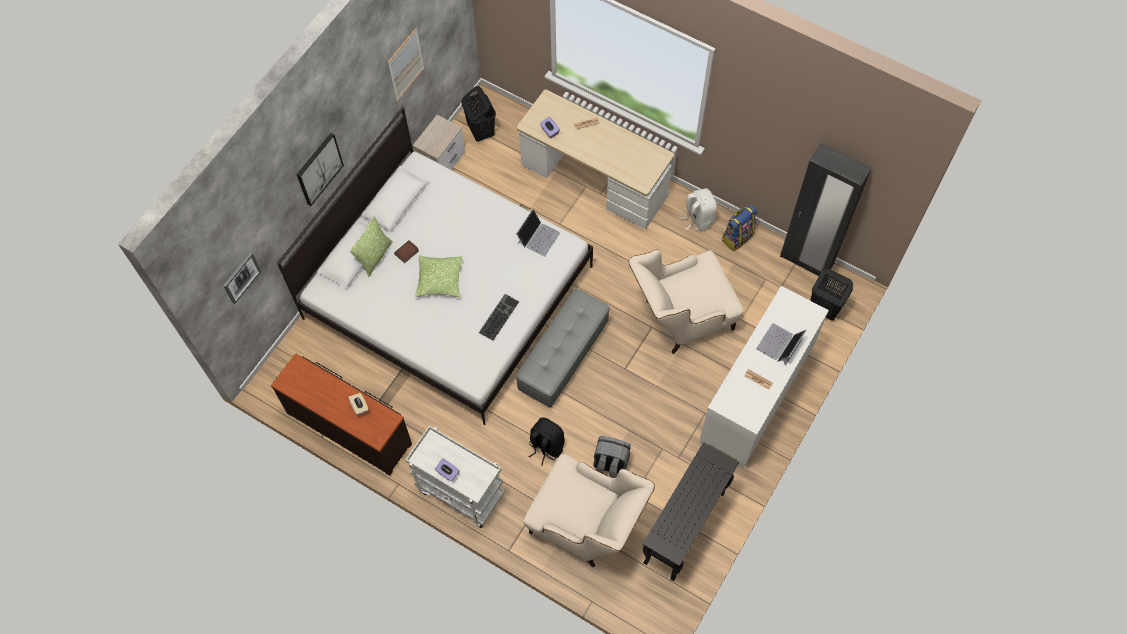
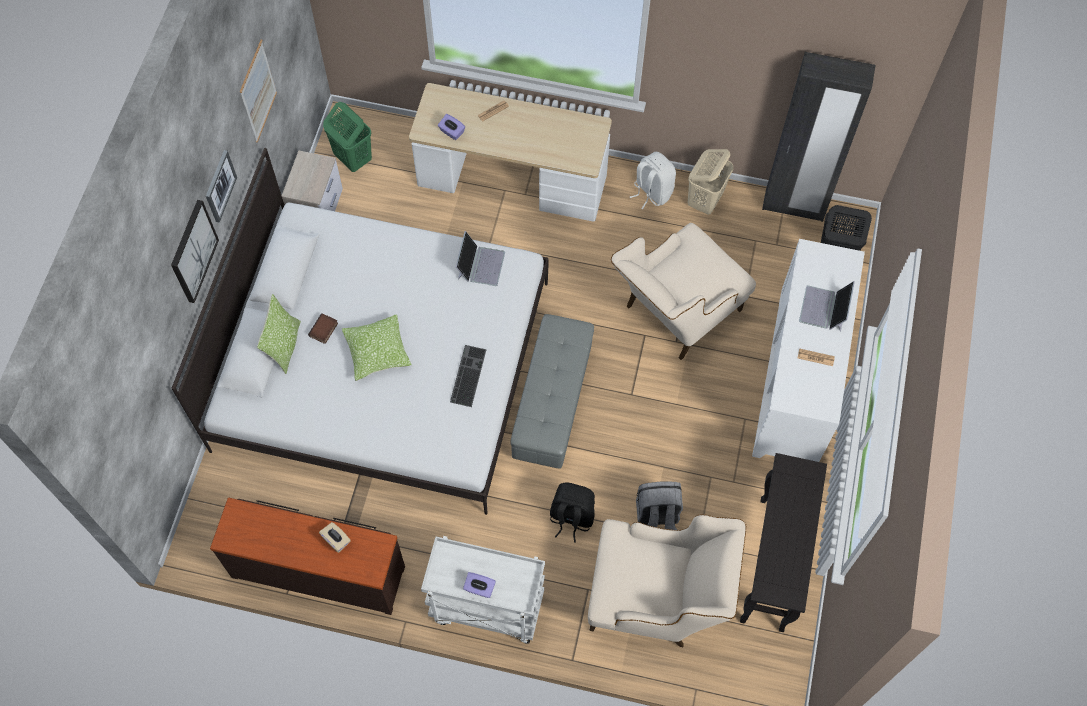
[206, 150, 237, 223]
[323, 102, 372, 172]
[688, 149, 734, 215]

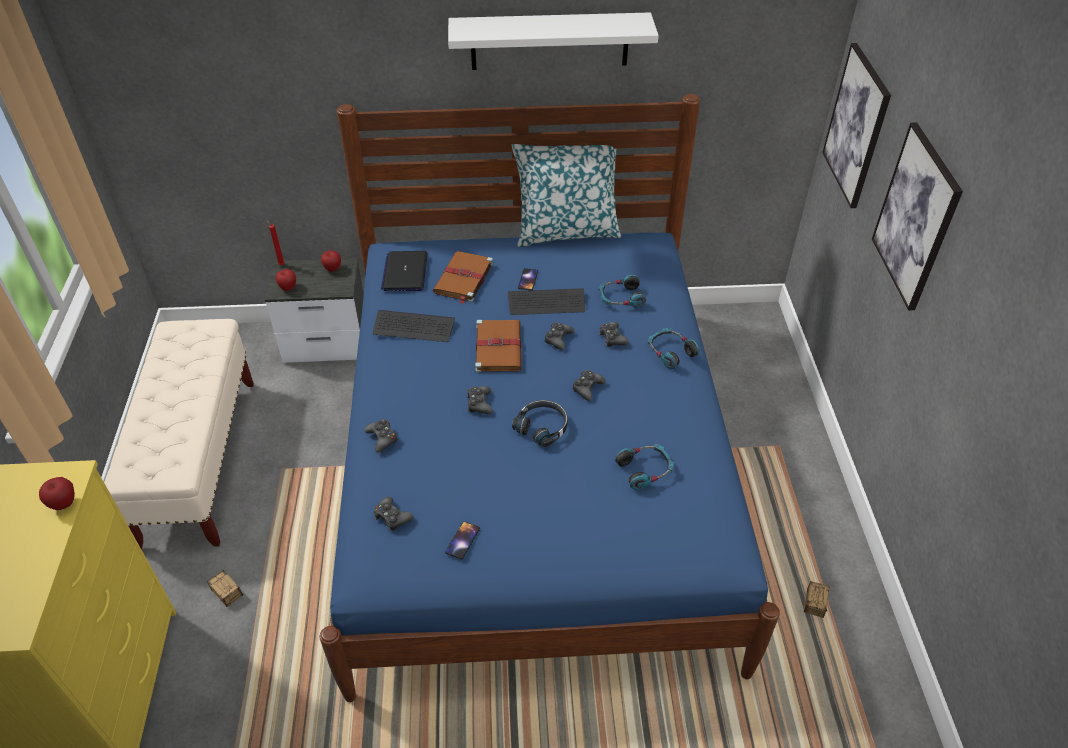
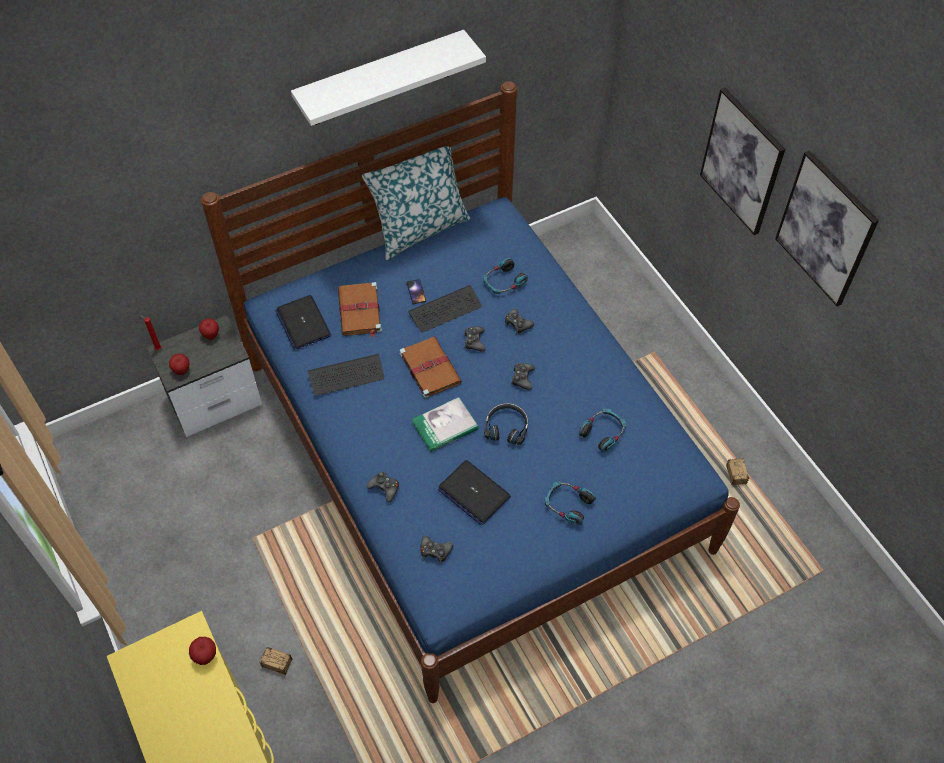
[104, 319, 254, 550] (first image)
[445, 521, 480, 560] (first image)
[412, 397, 479, 452]
[545, 481, 596, 525]
[775, 151, 879, 306]
[438, 460, 511, 525]

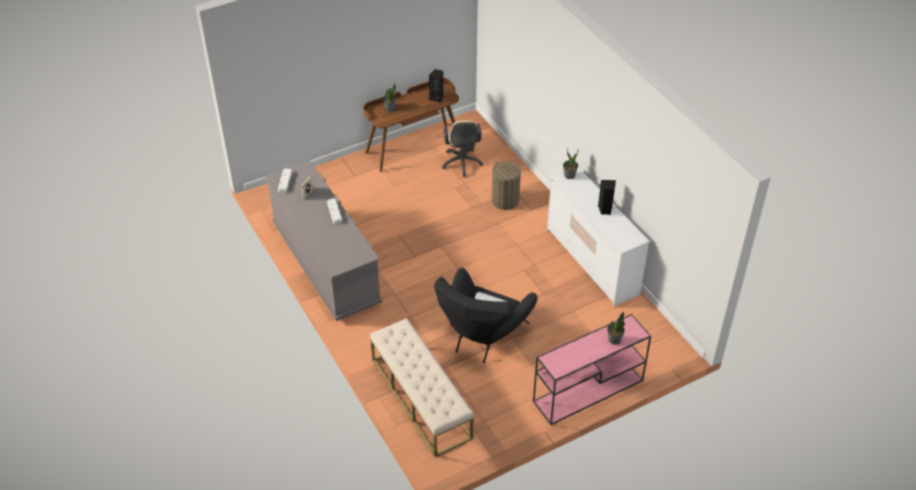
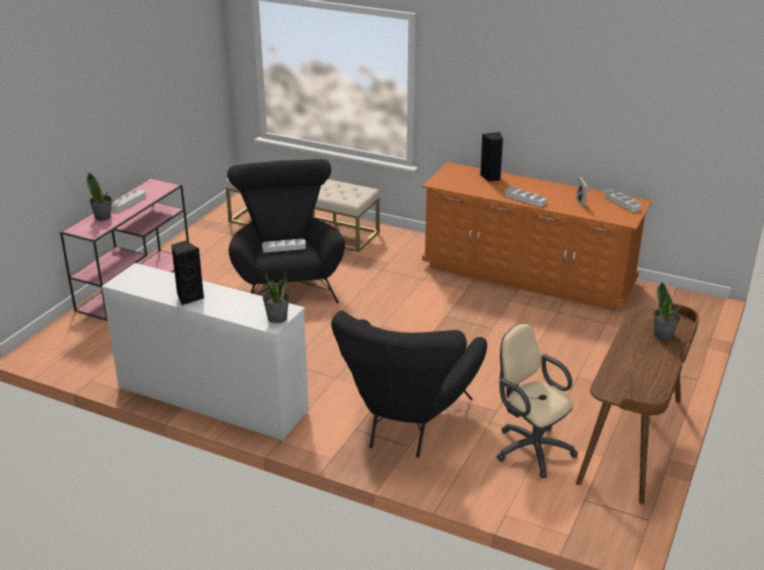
[422, 162, 652, 310]
[480, 132, 503, 182]
[331, 310, 487, 457]
[111, 189, 146, 212]

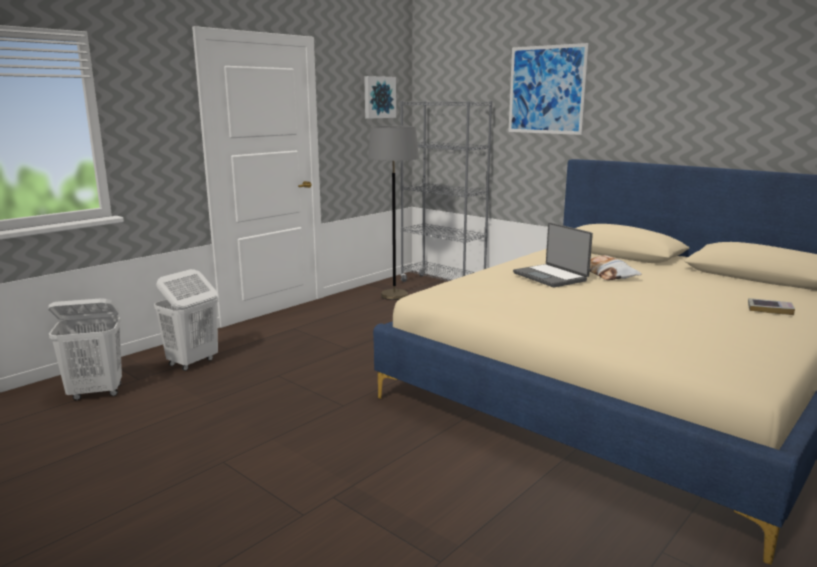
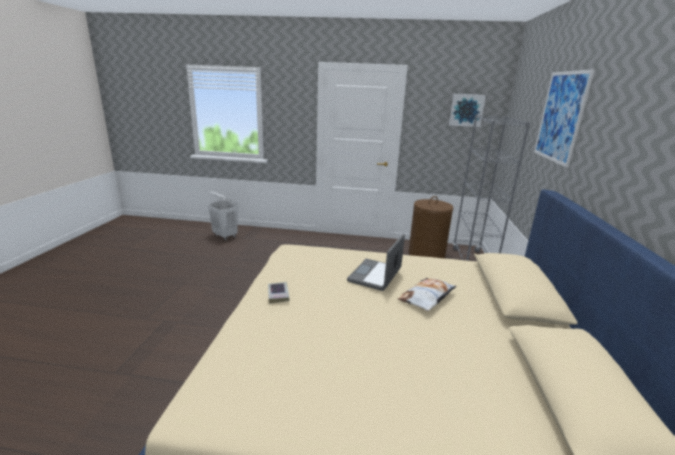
[154, 269, 218, 371] (first image)
[408, 196, 453, 258]
[268, 282, 290, 304]

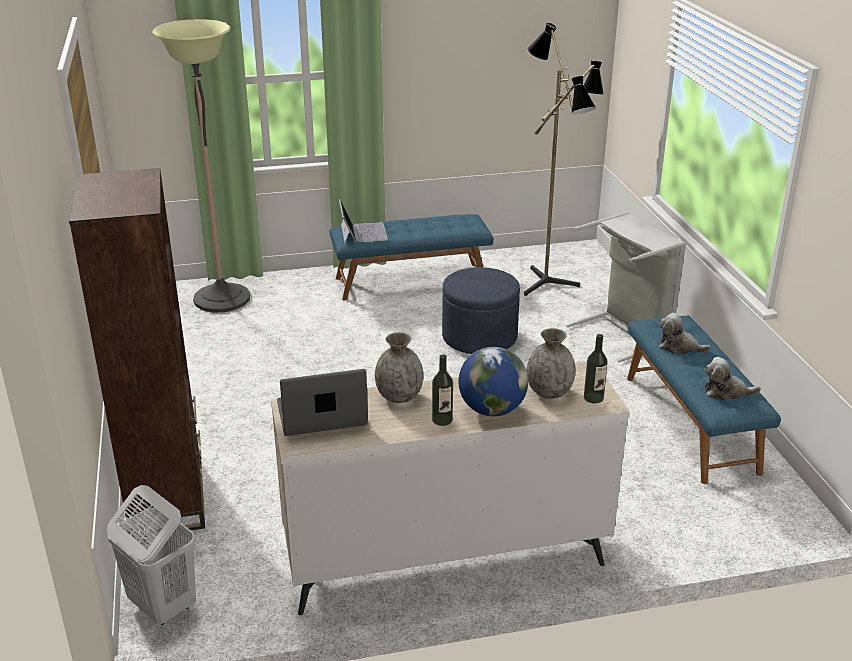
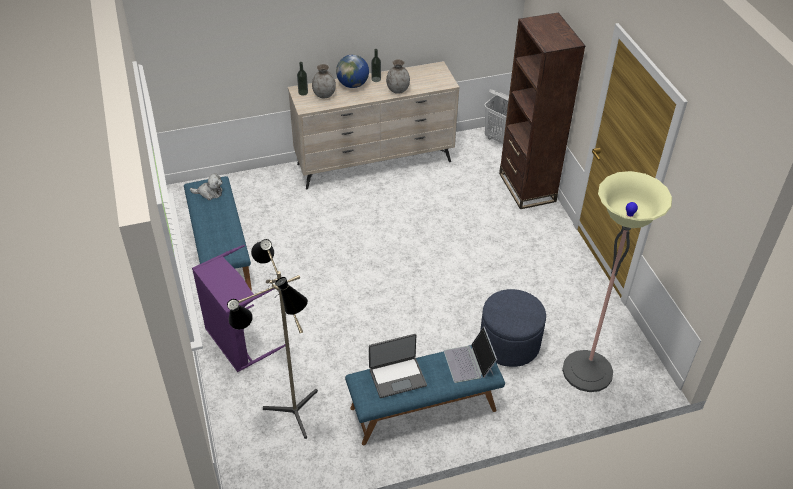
[369, 334, 427, 398]
[480, 289, 546, 367]
[192, 245, 285, 372]
[659, 313, 711, 354] (first image)

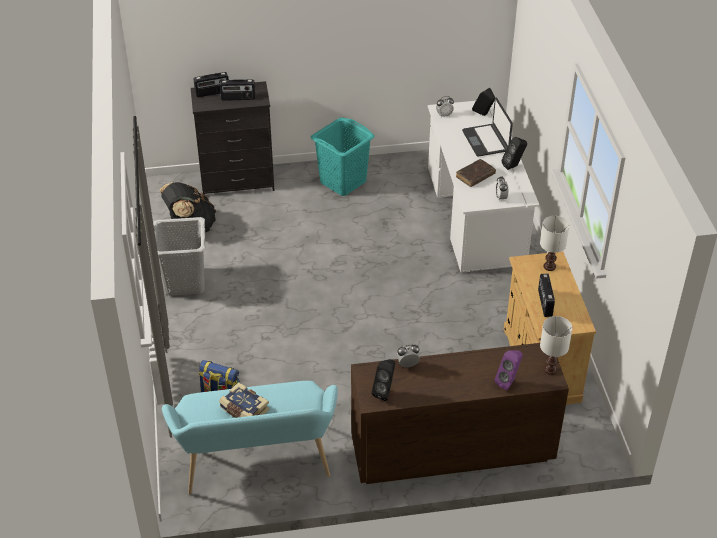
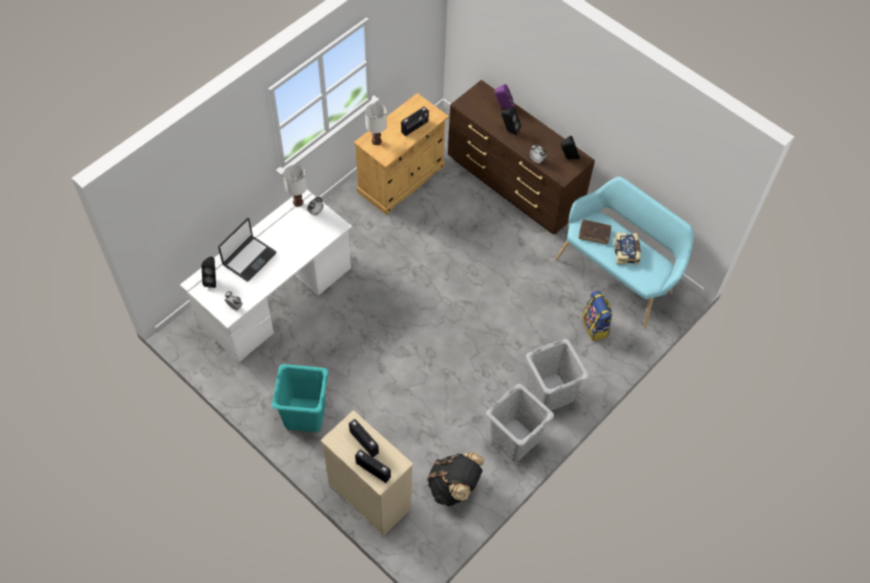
[320, 410, 413, 536]
[578, 219, 612, 244]
[501, 108, 521, 135]
[283, 165, 307, 207]
[526, 339, 589, 411]

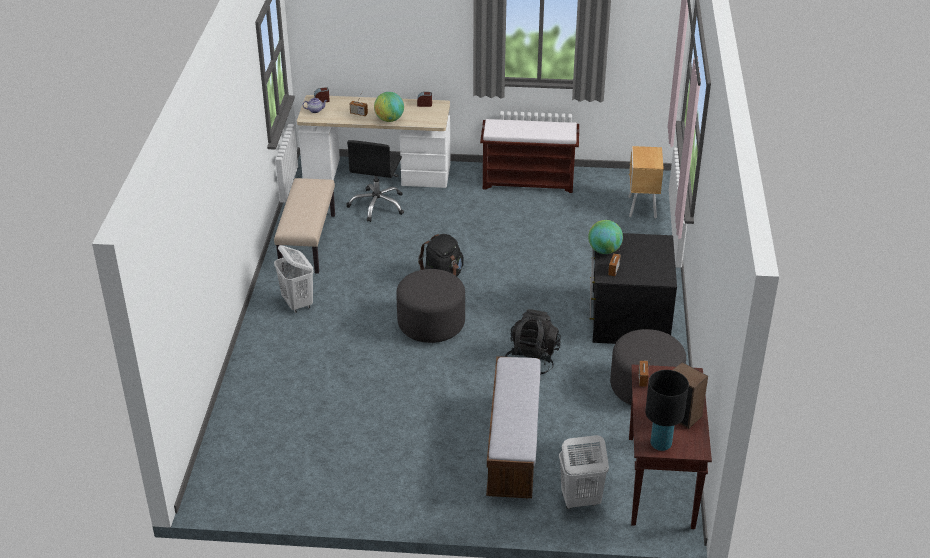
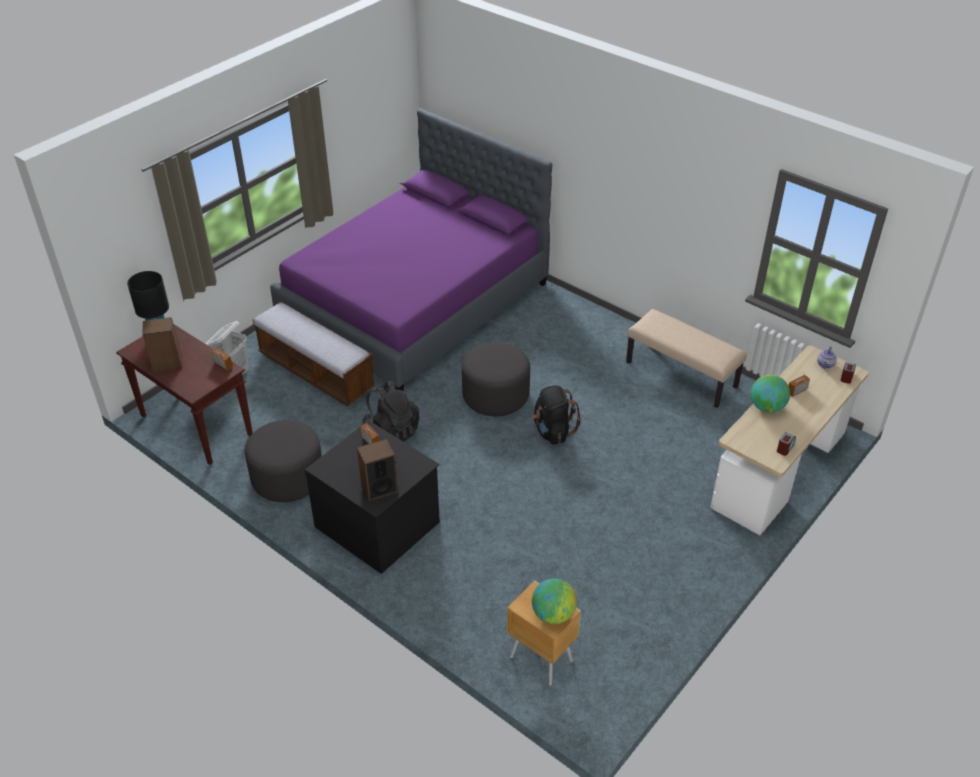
[274, 245, 314, 313] (first image)
[346, 140, 404, 222] (first image)
[480, 119, 579, 193] (first image)
[532, 578, 577, 624]
[270, 108, 552, 391]
[357, 439, 398, 501]

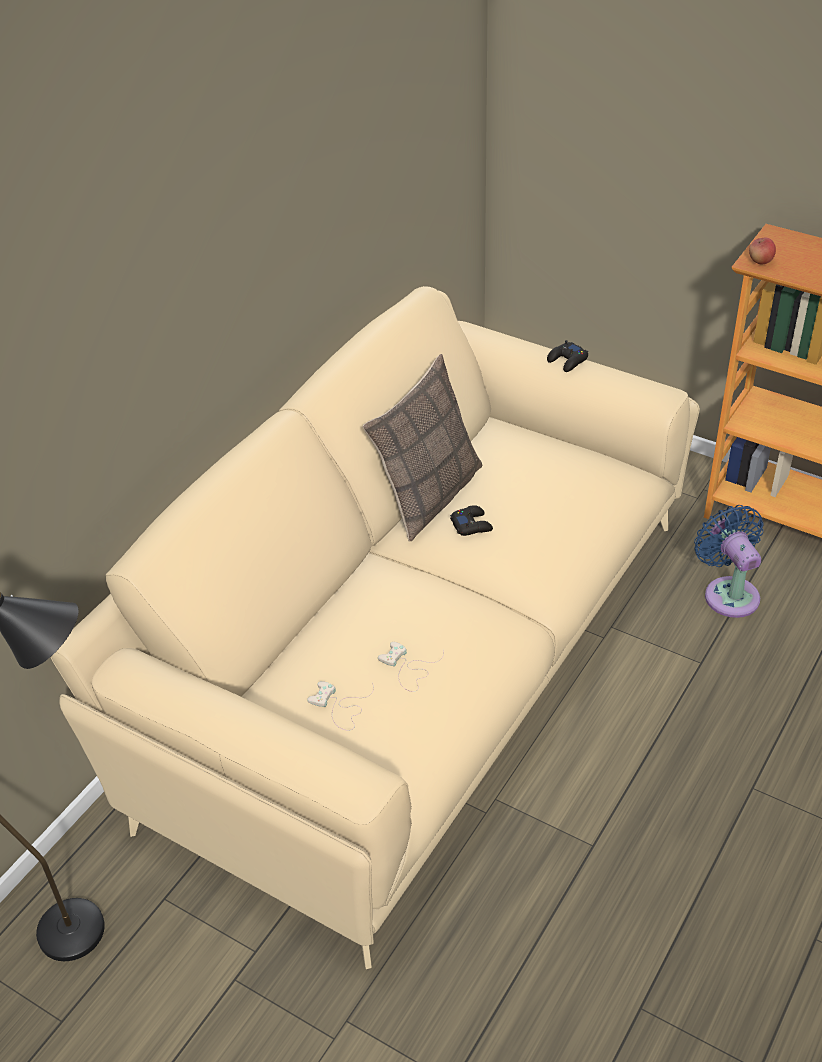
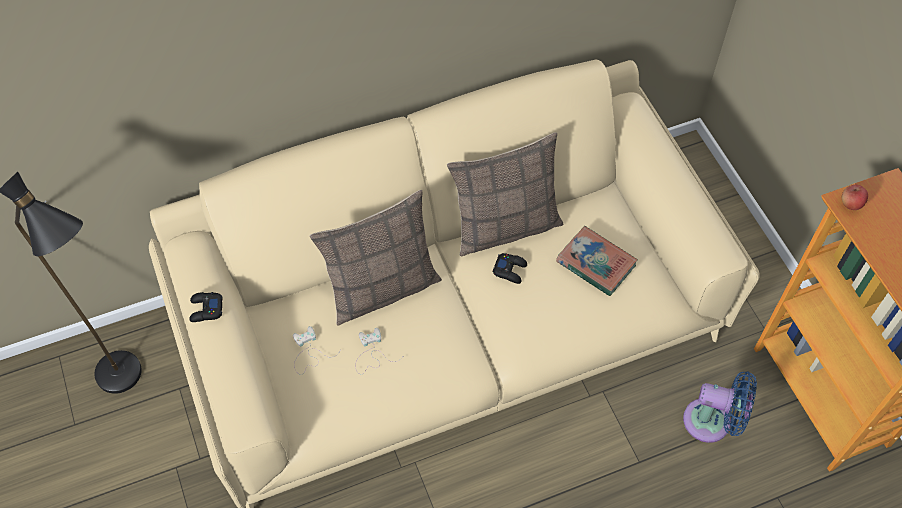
[189, 292, 223, 322]
[683, 371, 757, 443]
[310, 190, 442, 325]
[556, 226, 638, 296]

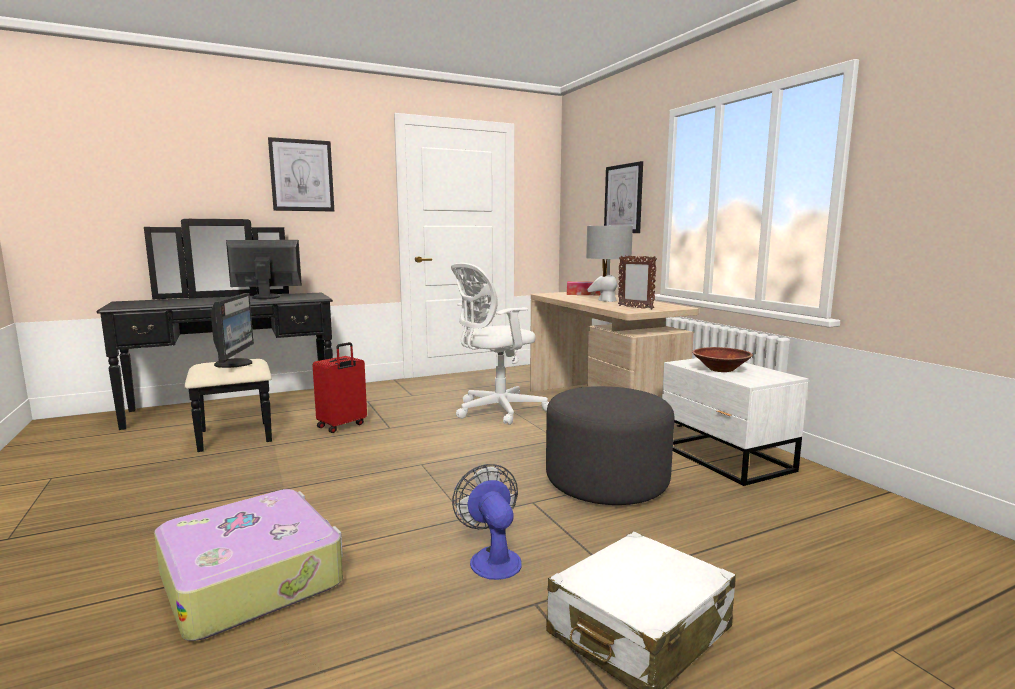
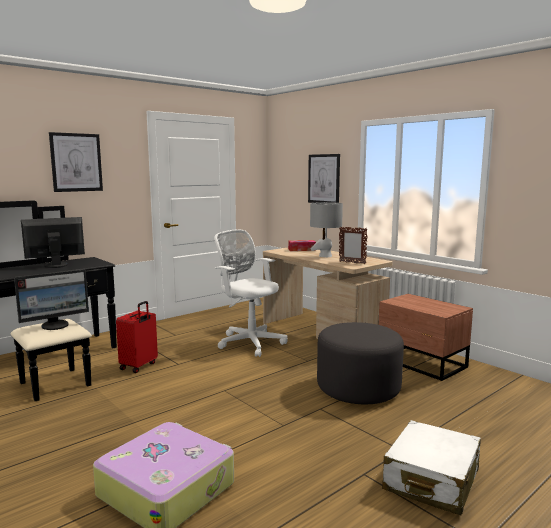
[14, 269, 89, 330]
[214, 230, 288, 357]
[452, 464, 522, 580] (first image)
[378, 294, 473, 381]
[692, 347, 753, 372] (first image)

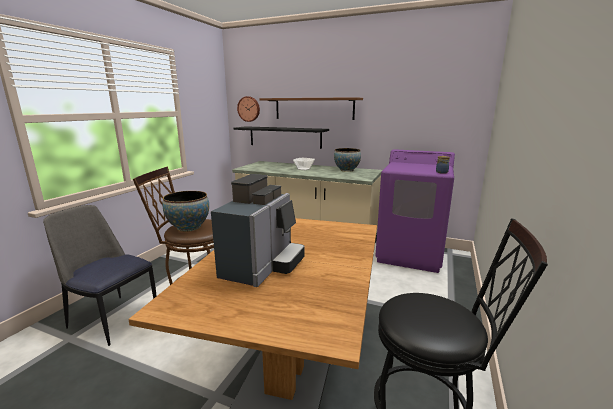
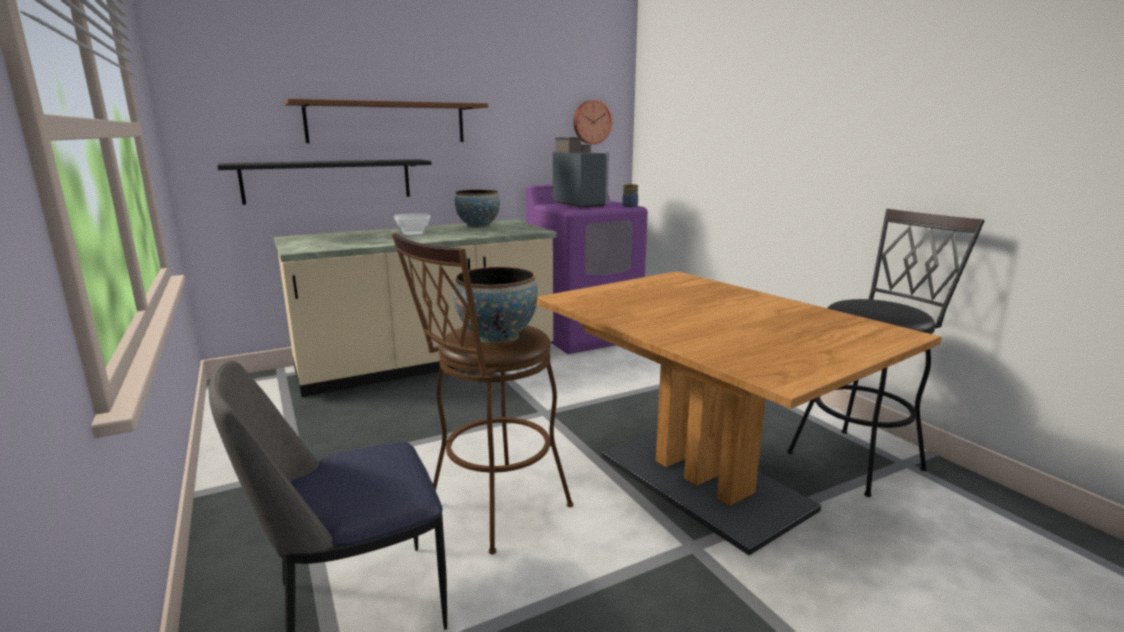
[553, 137, 609, 208]
[573, 100, 612, 144]

